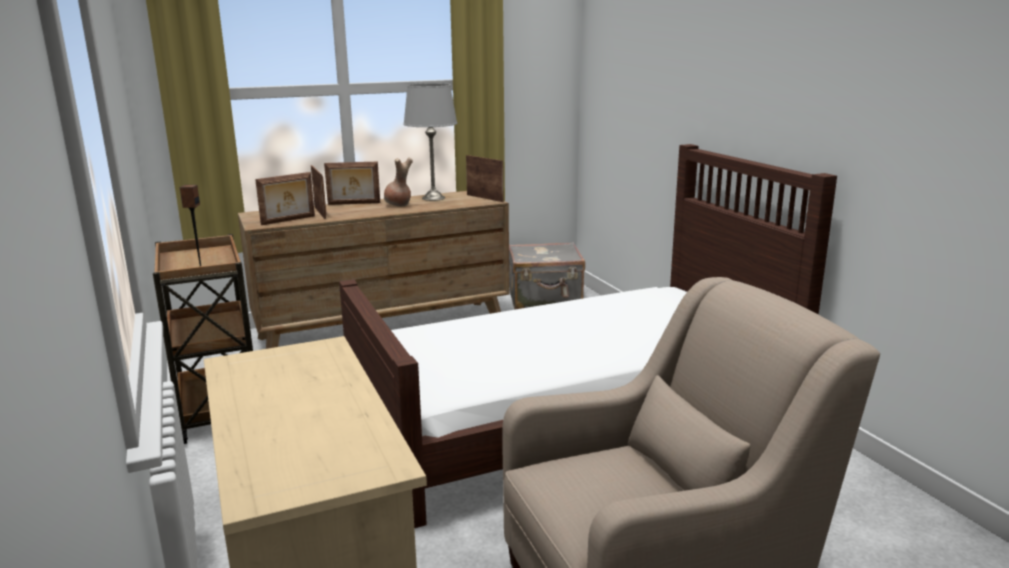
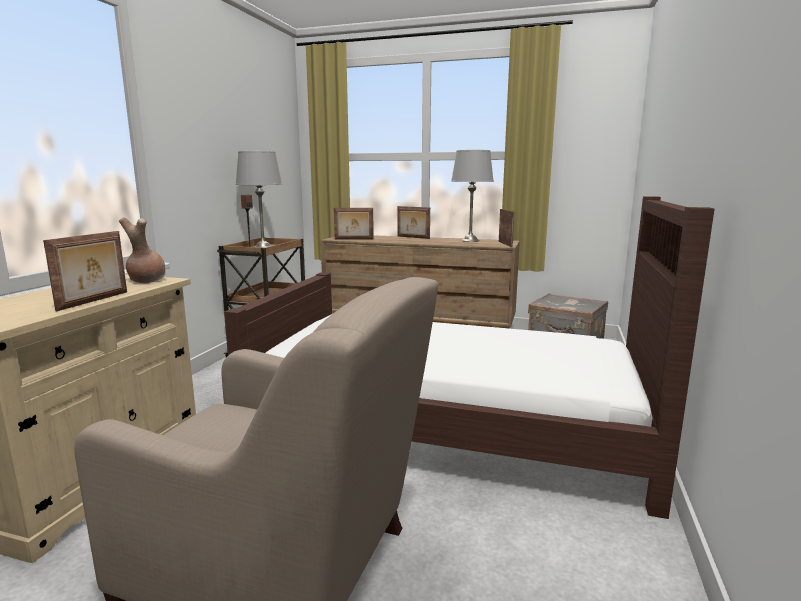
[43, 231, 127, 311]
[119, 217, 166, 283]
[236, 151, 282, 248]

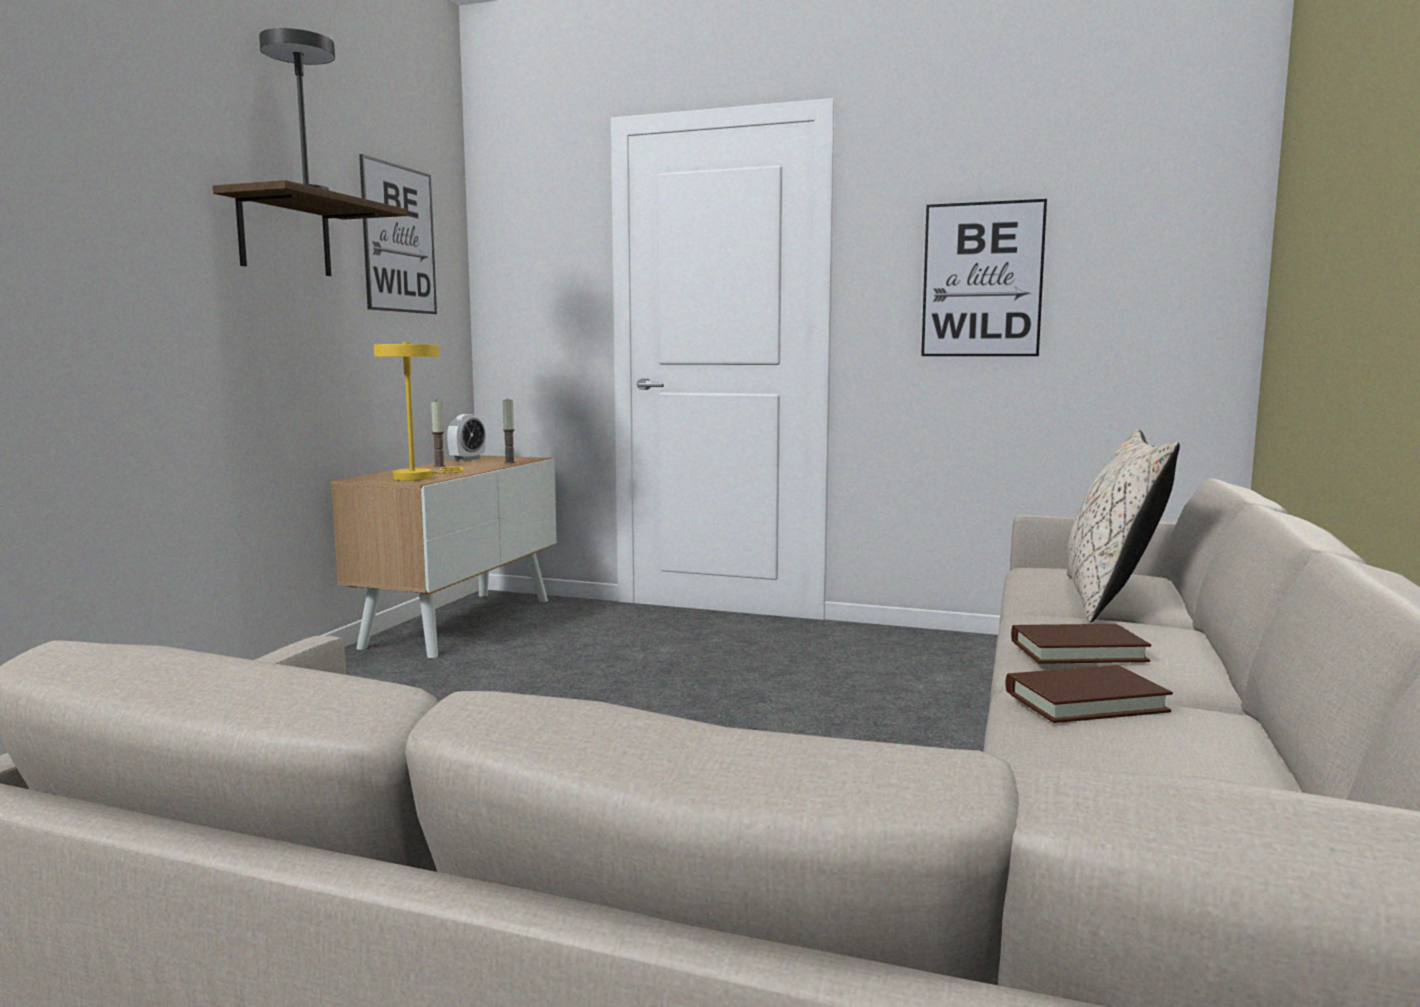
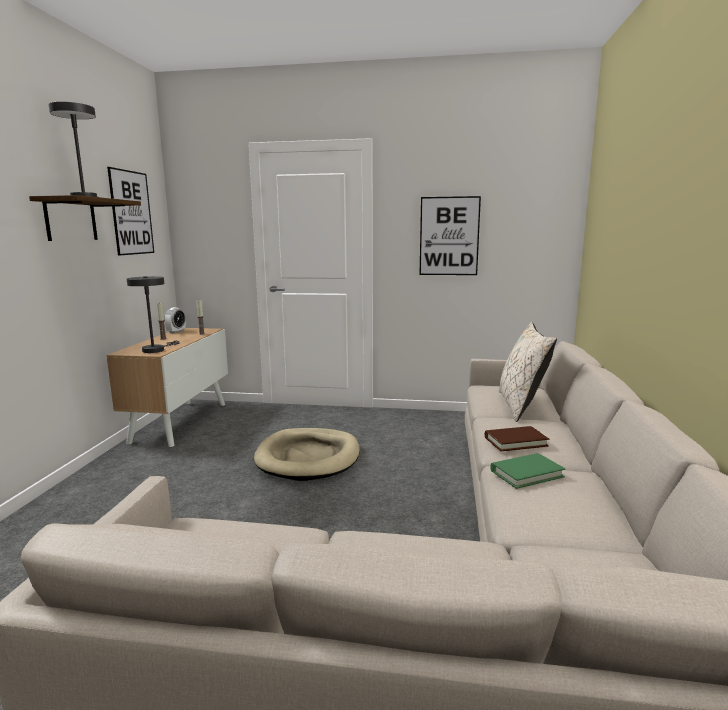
[127, 276, 180, 353]
[490, 453, 565, 489]
[254, 428, 360, 481]

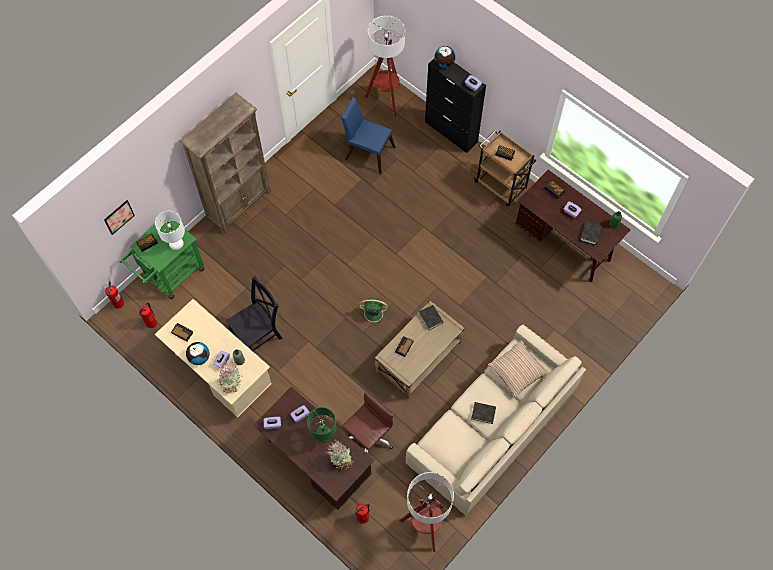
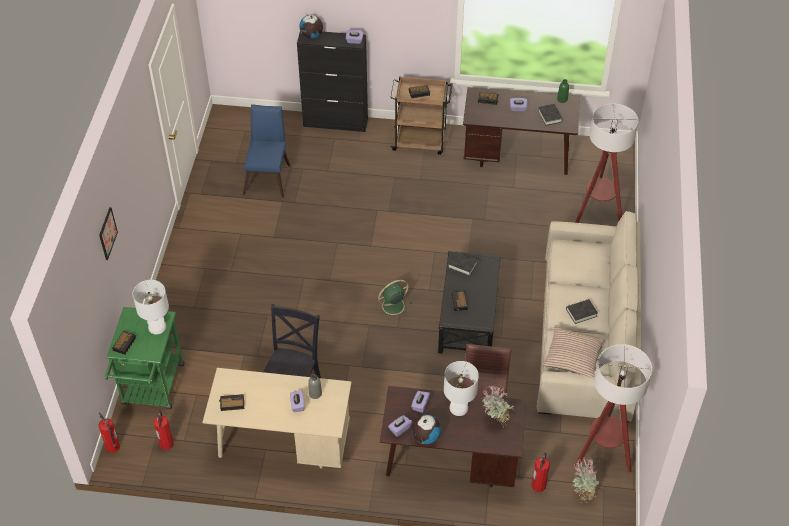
[99, 207, 118, 260]
[180, 93, 271, 234] (first image)
[412, 415, 441, 444]
[572, 457, 600, 504]
[444, 361, 479, 416]
[243, 104, 290, 198]
[575, 103, 638, 223]
[438, 251, 501, 354]
[543, 325, 605, 379]

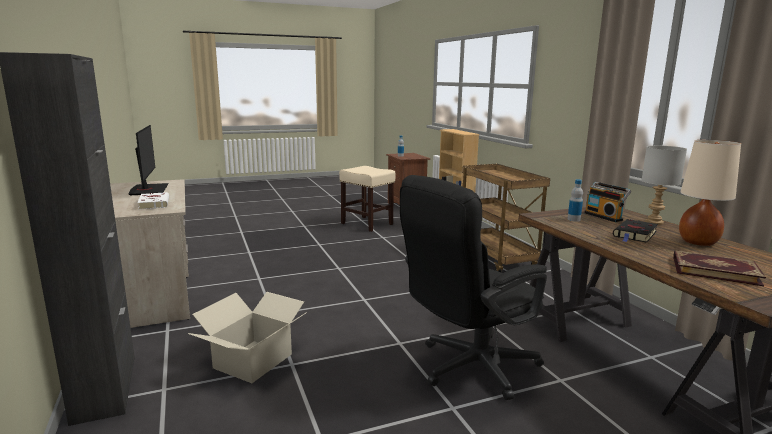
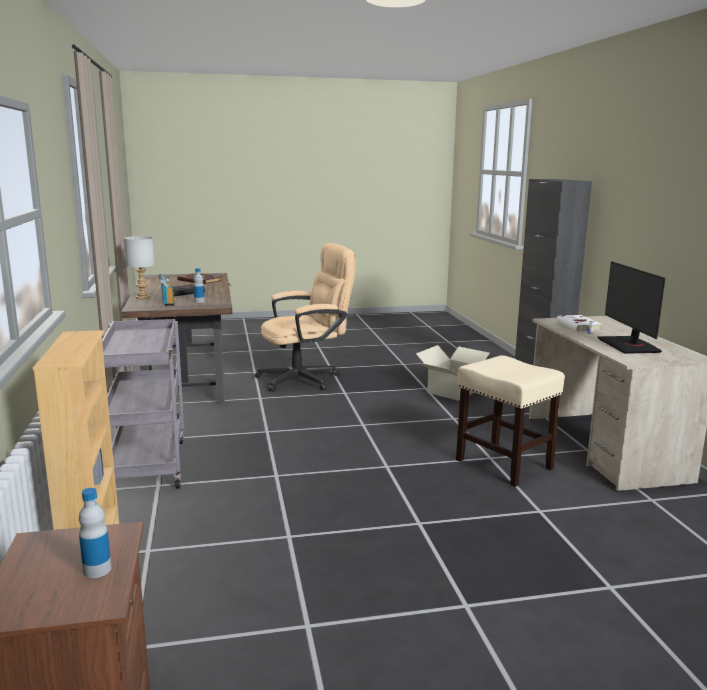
[456, 355, 565, 487]
[254, 243, 356, 392]
[102, 319, 184, 489]
[679, 140, 741, 246] (first image)

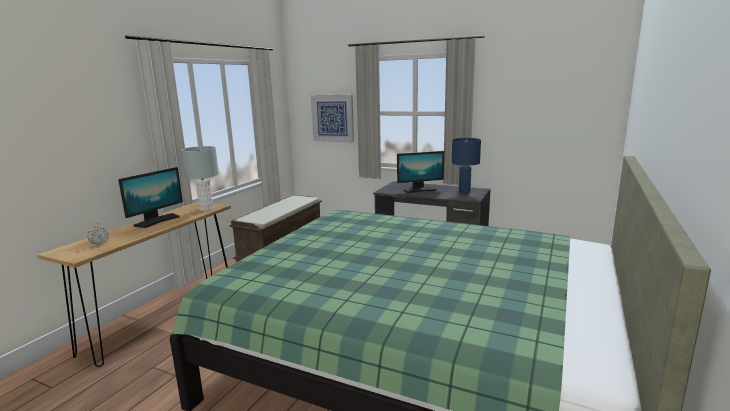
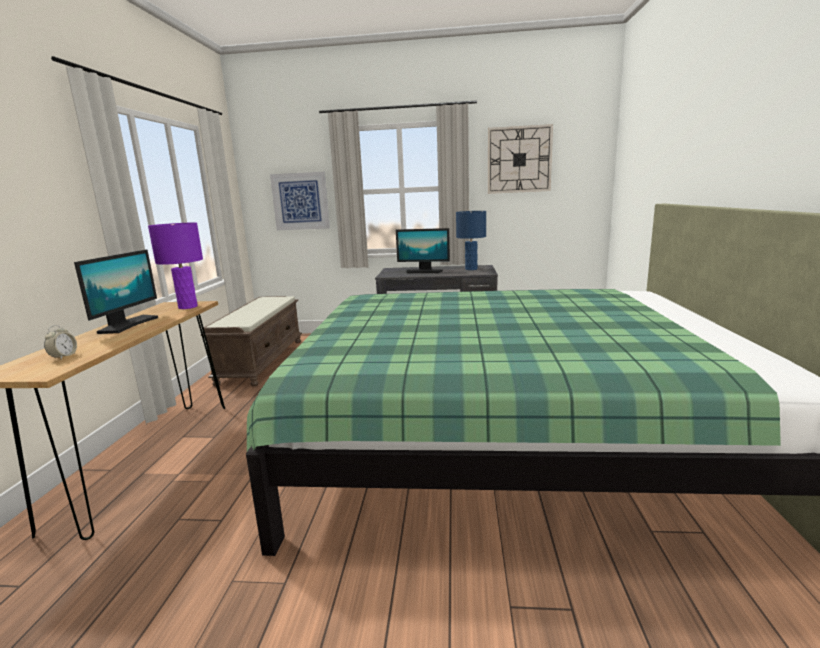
[148, 222, 203, 309]
[396, 228, 450, 273]
[488, 124, 553, 194]

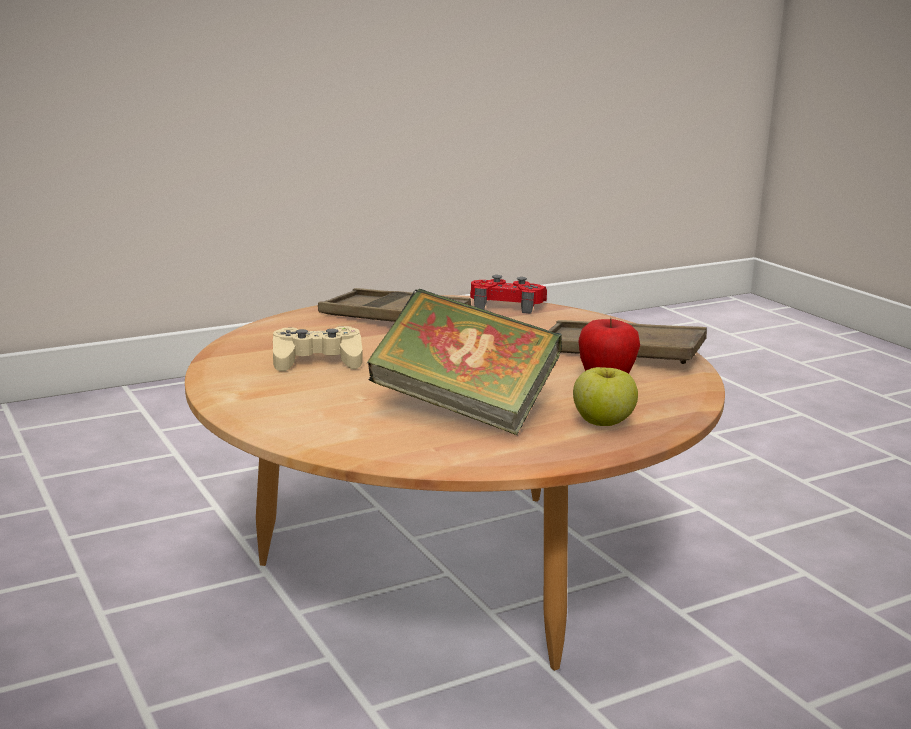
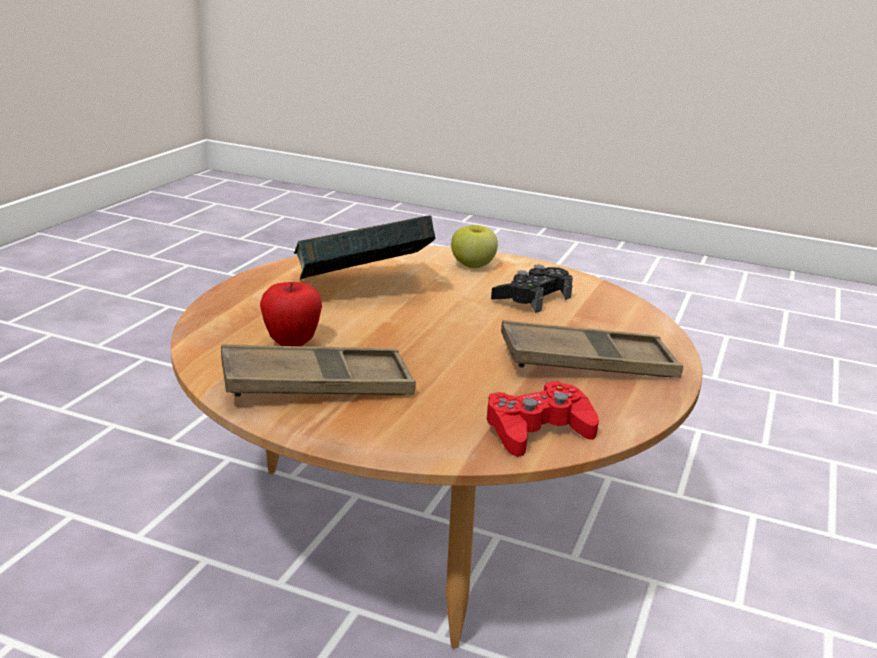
[491, 264, 573, 313]
[451, 225, 498, 268]

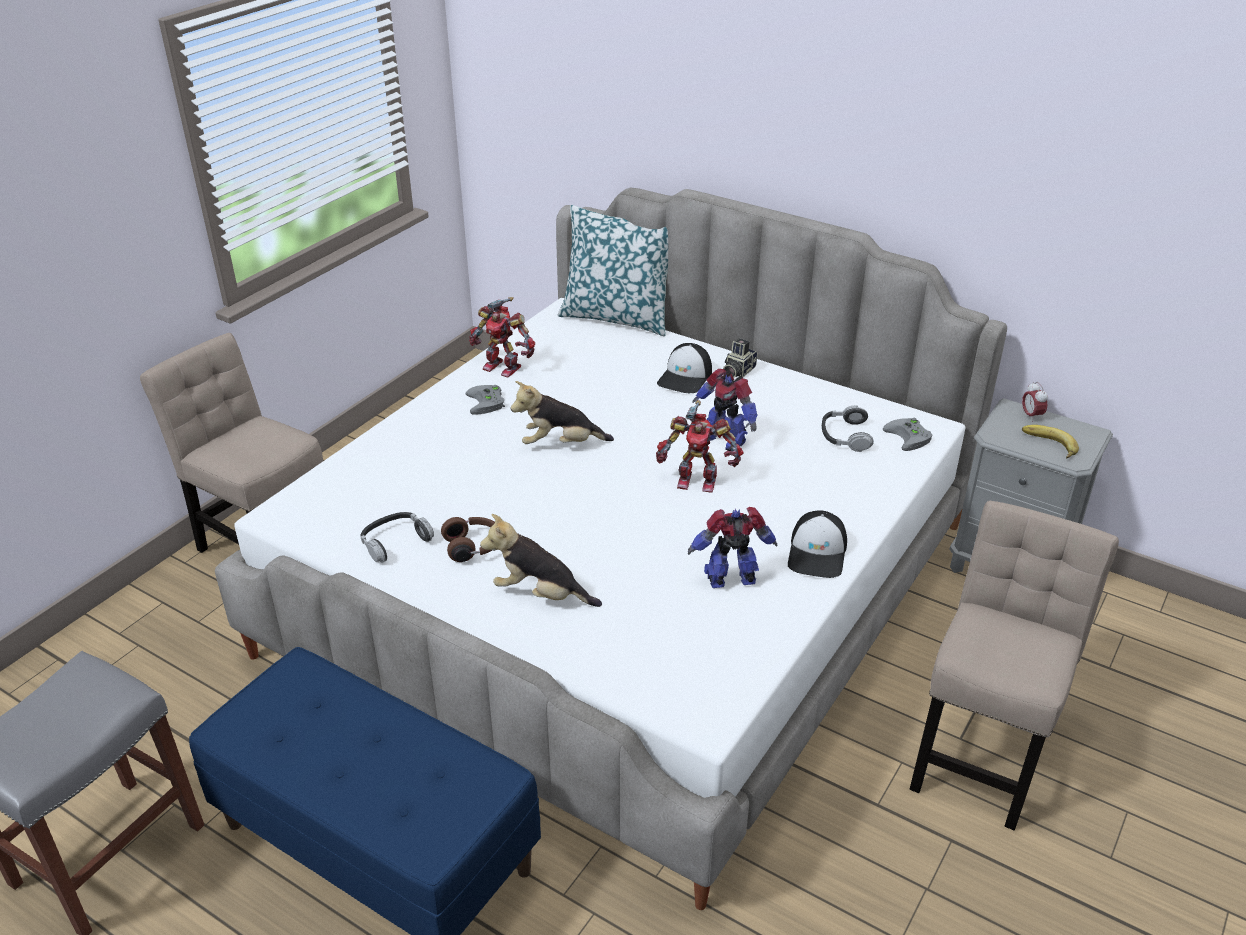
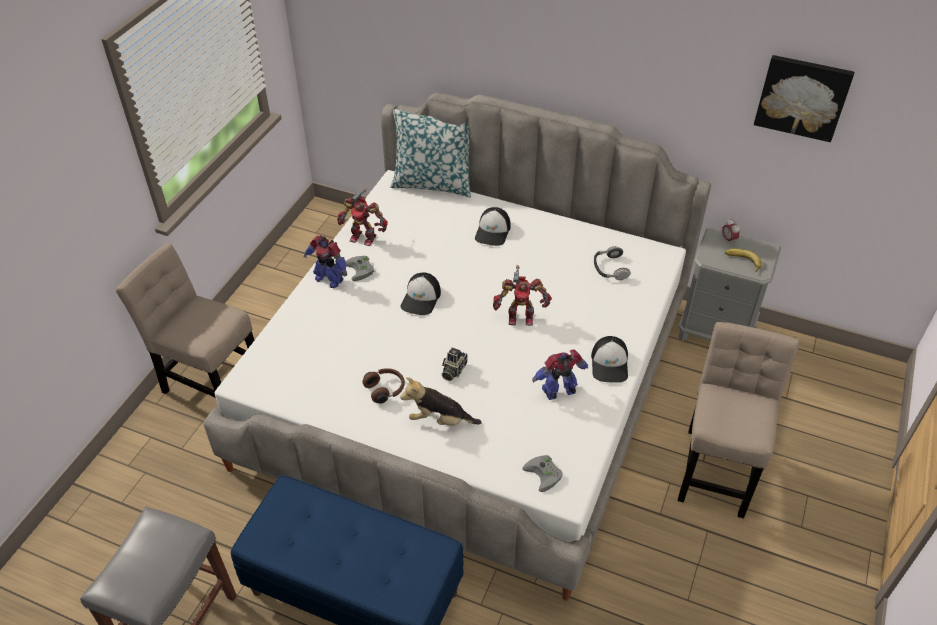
[360, 512, 434, 562] (first image)
[401, 273, 441, 315]
[304, 235, 347, 288]
[441, 348, 468, 381]
[523, 455, 563, 492]
[754, 55, 854, 142]

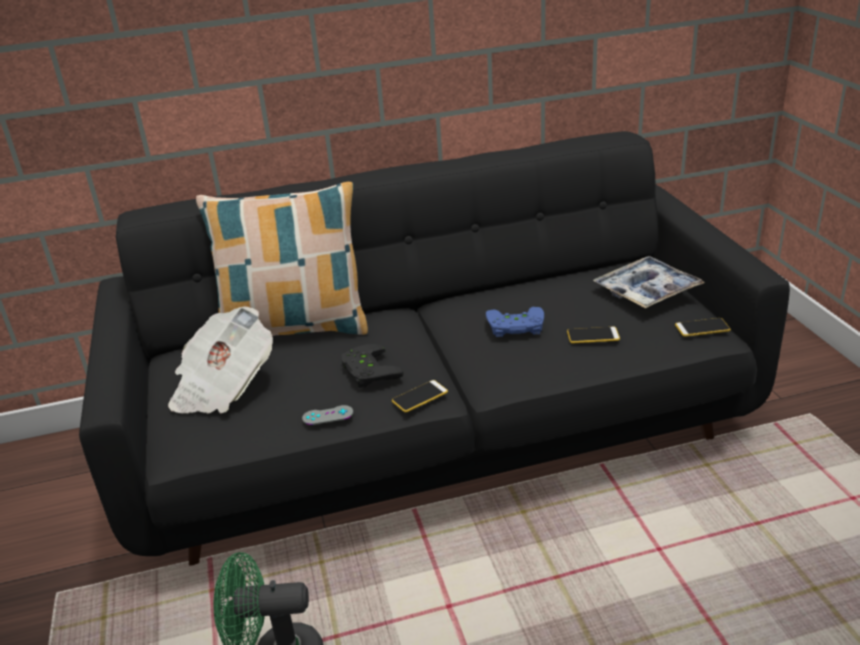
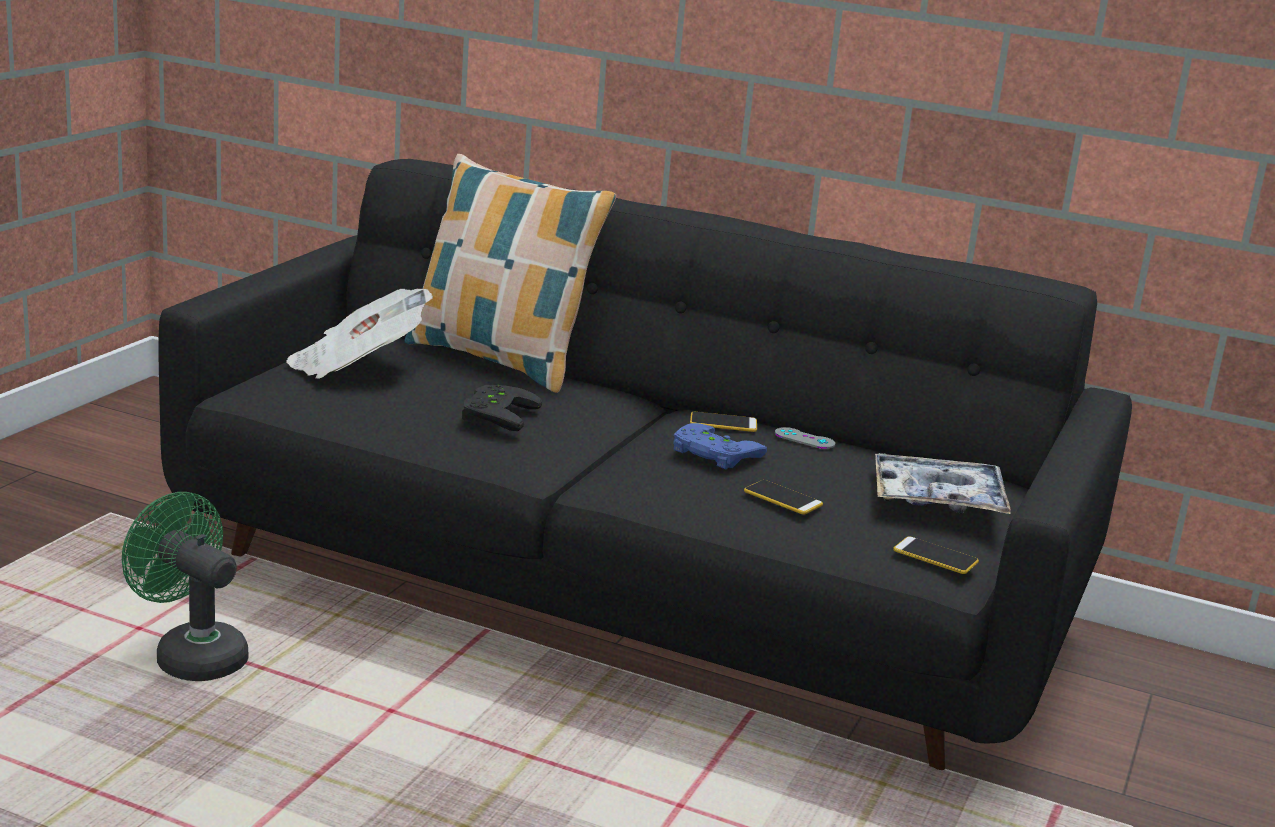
[775, 427, 835, 449]
[690, 412, 757, 432]

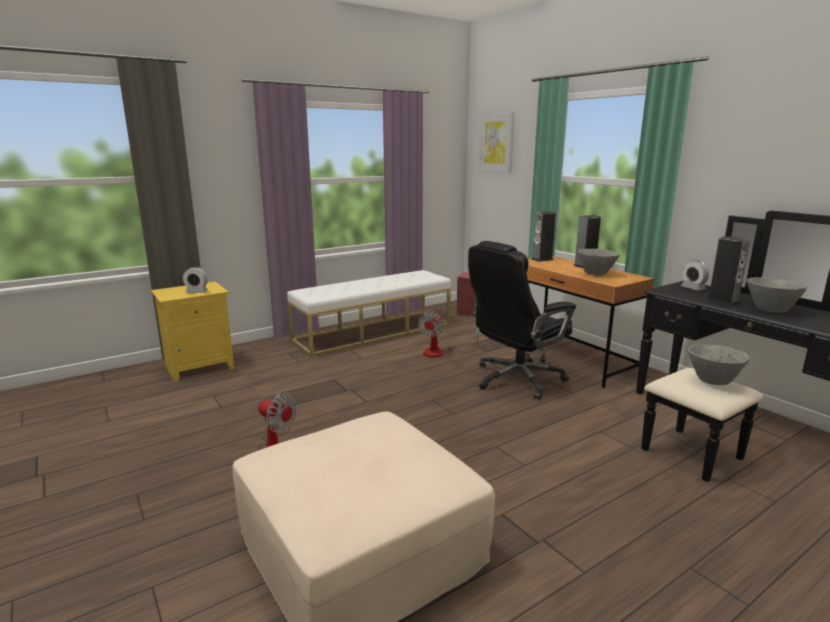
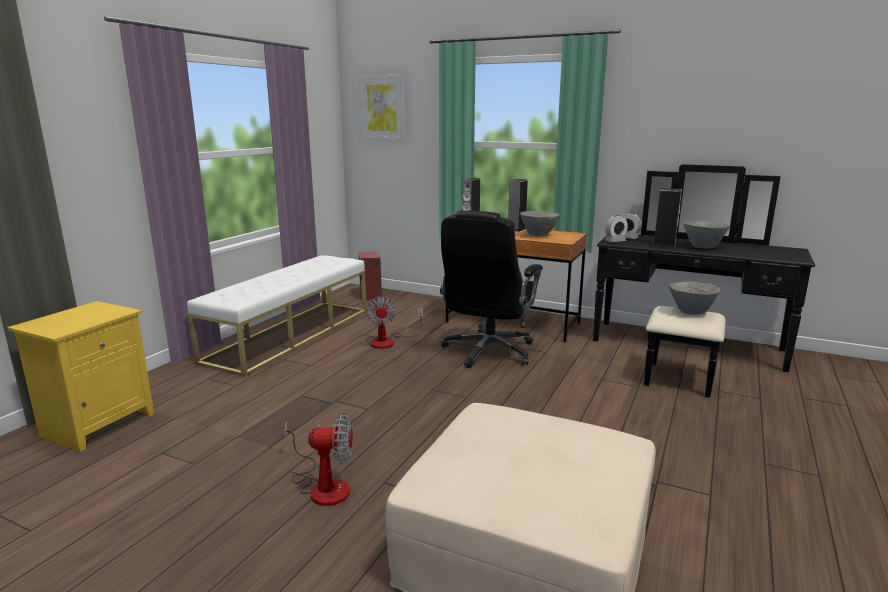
[605, 215, 628, 242]

